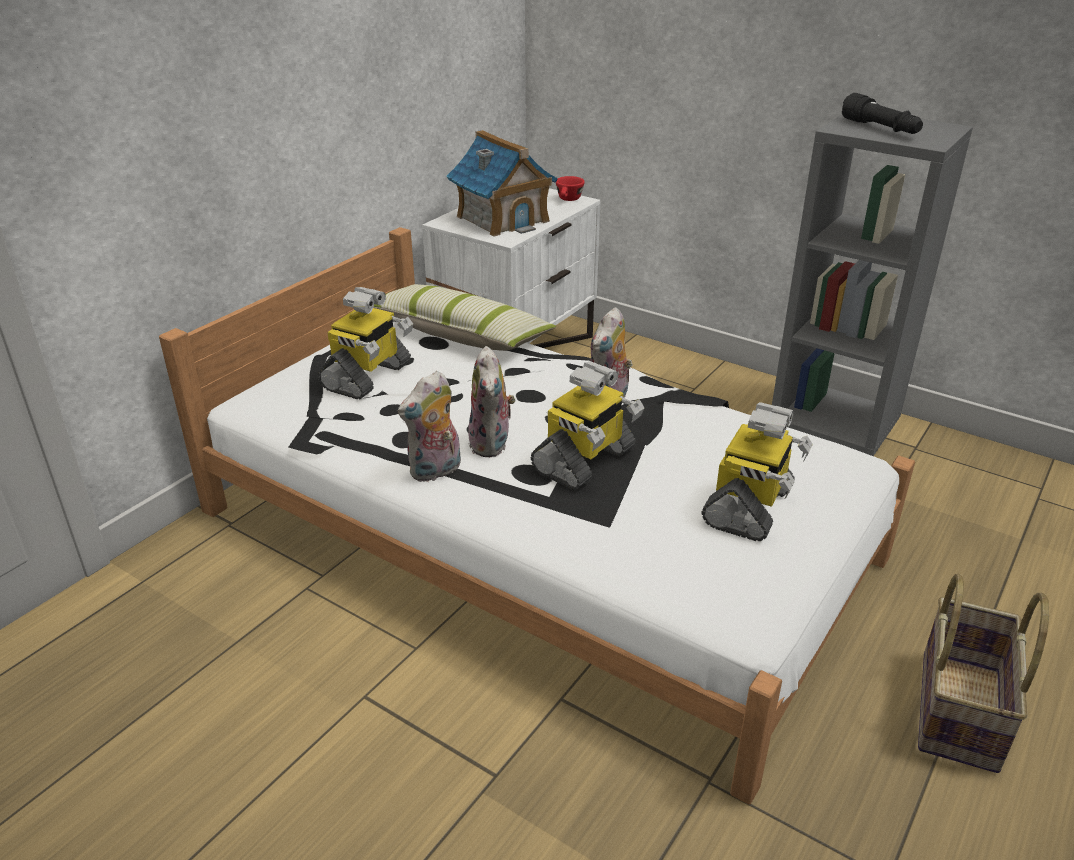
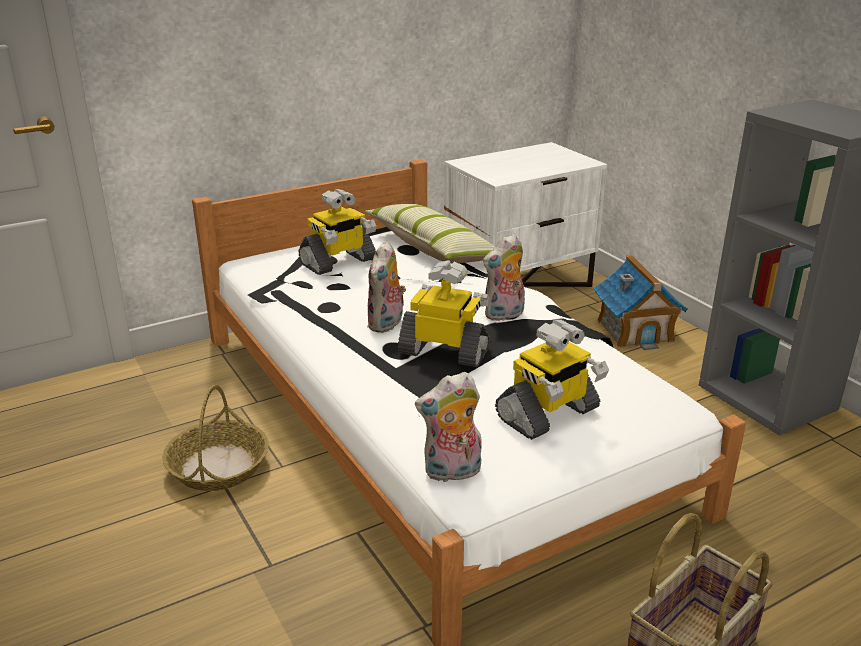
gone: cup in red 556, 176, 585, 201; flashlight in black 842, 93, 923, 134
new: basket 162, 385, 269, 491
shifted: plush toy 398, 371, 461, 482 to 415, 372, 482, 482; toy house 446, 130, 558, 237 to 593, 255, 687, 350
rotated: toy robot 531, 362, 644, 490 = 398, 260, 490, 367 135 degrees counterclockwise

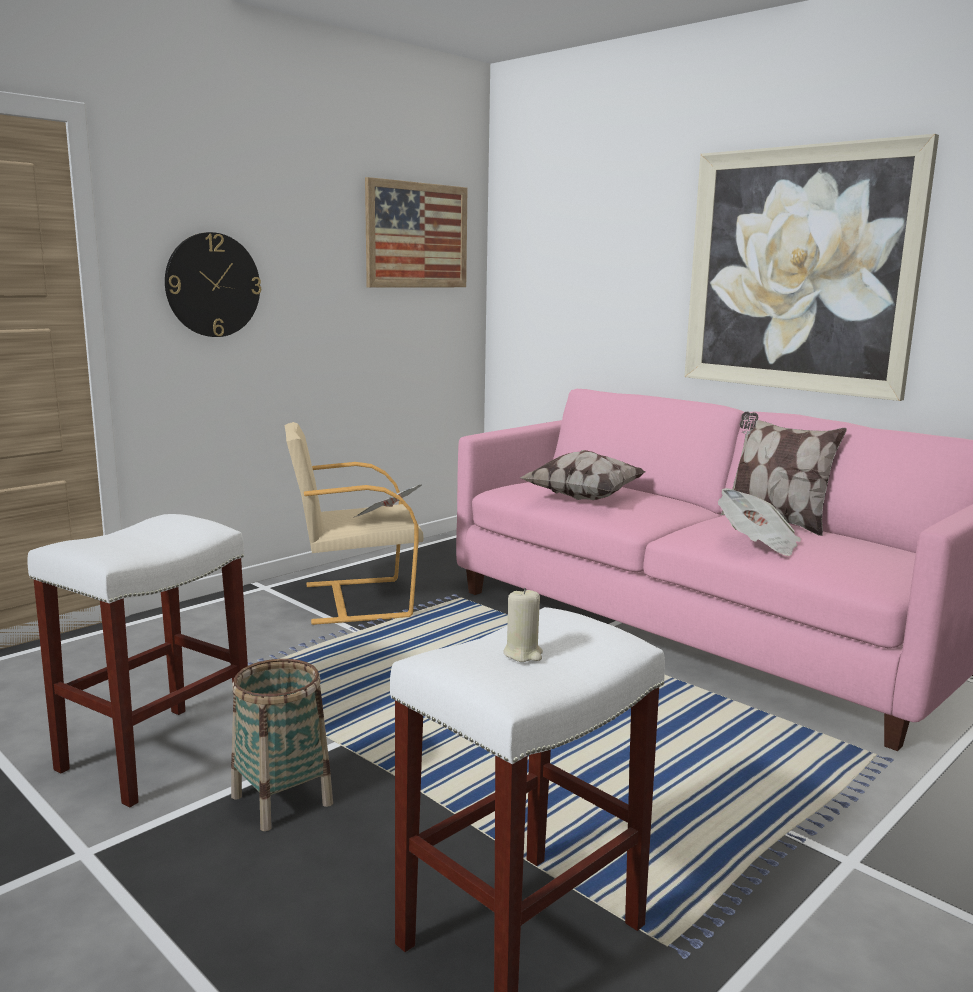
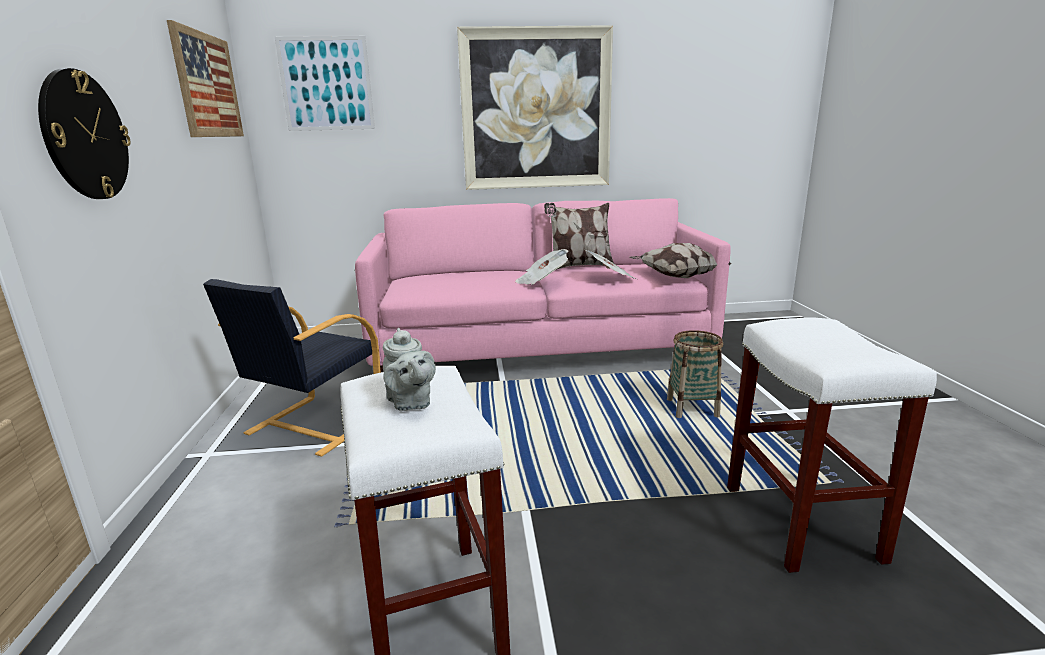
gone: candle in beige 503, 588, 543, 662
new: picture 275, 36, 375, 131; teapot in grey 383, 328, 436, 411
shifted: basket 231, 659, 333, 831 to 667, 330, 723, 418; newspaper 354, 485, 422, 517 to 515, 249, 569, 285; pillow 520, 450, 645, 500 to 629, 243, 731, 278
repainted: armchair in beige 285, 422, 424, 625 to armchair in black 203, 279, 381, 457

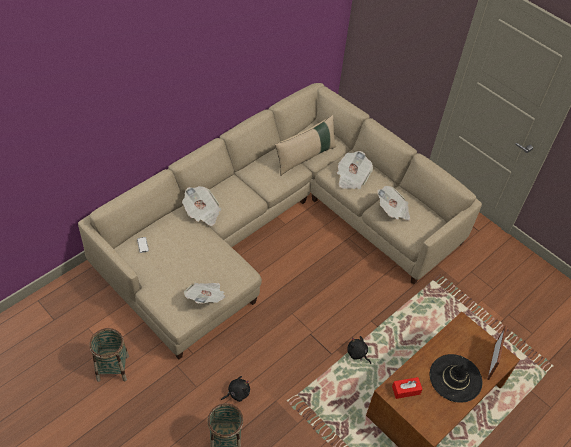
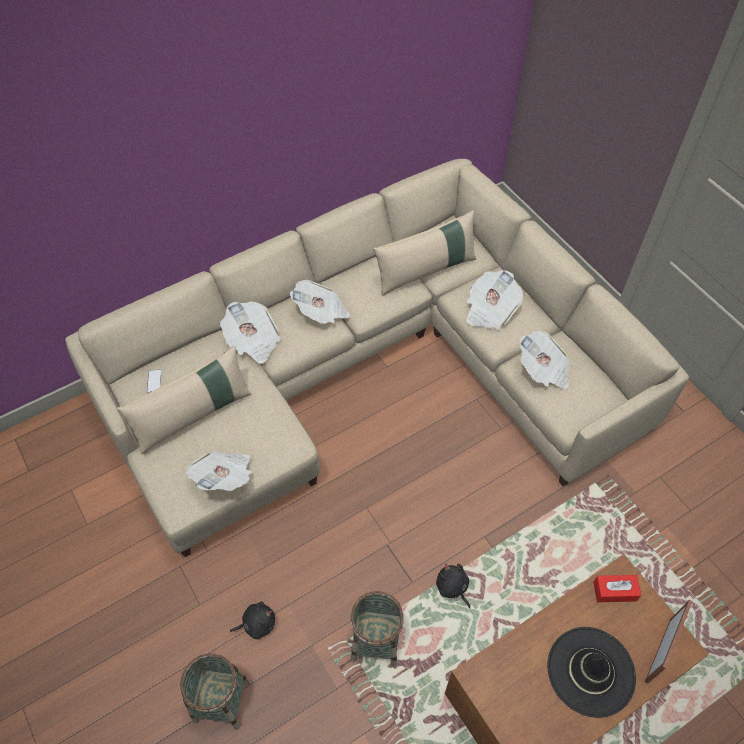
new: pillow in beige 117, 346, 251, 455; newspaper 290, 280, 350, 324
shifted: basket 89, 328, 129, 382 to 350, 591, 404, 667; tissue box in red 392, 377, 423, 399 to 593, 575, 641, 602

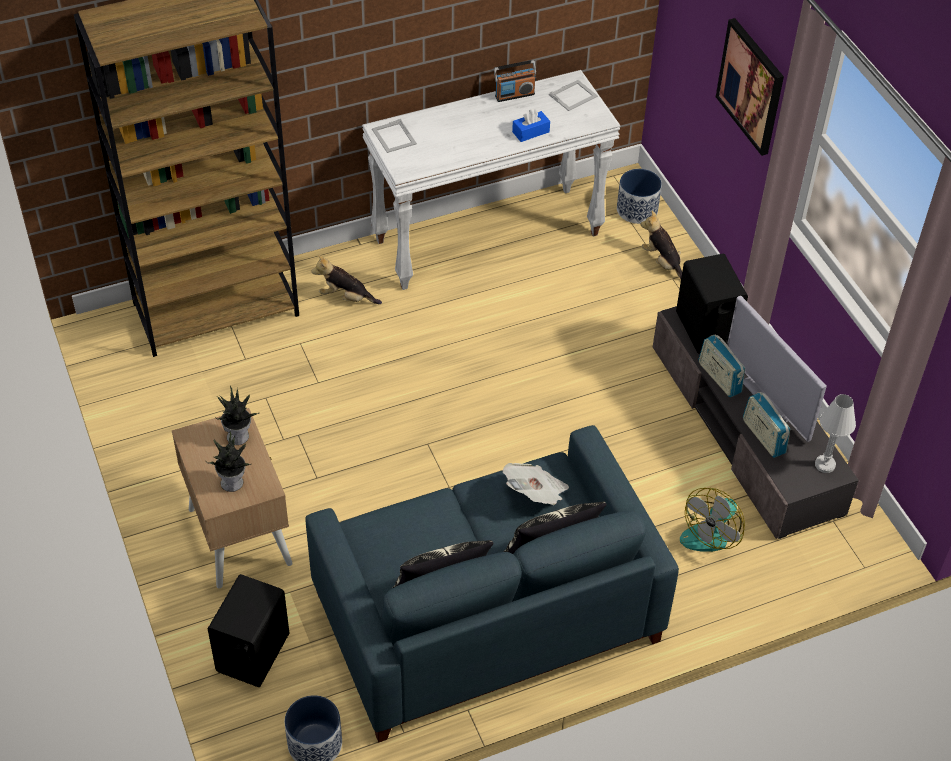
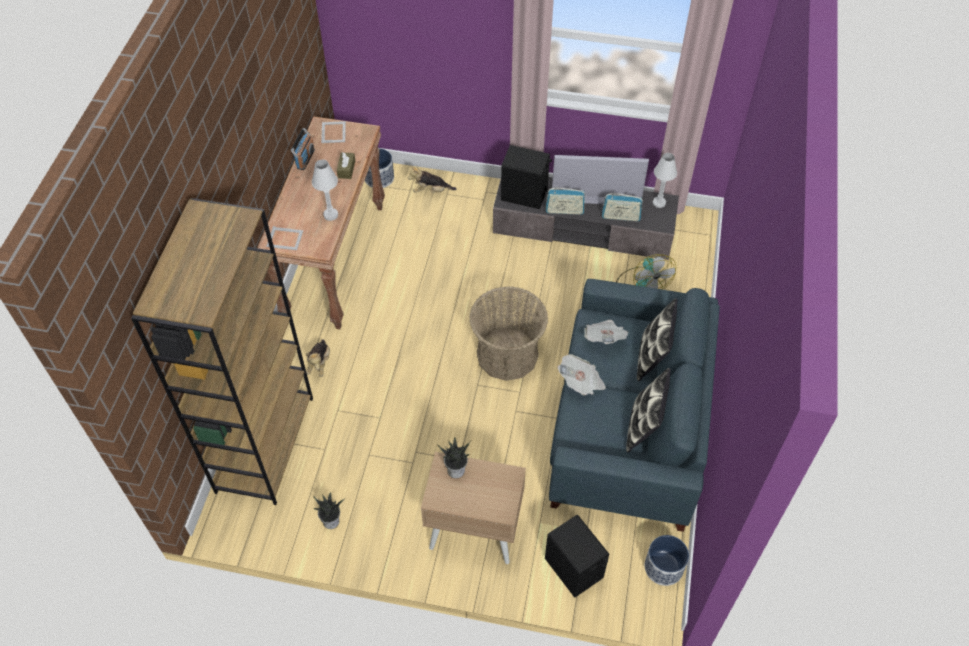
gone: picture 716, 18, 784, 156
new: table lamp in white 312, 160, 338, 221; basket 469, 286, 548, 381; newspaper 558, 354, 606, 395
shifted: potted plant 206, 431, 251, 492 to 313, 492, 345, 529
repainted: console table in white 362, 70, 620, 290 to console table in brown 257, 117, 385, 329; tissue box in blue 512, 109, 550, 142 to tissue box in brown 337, 152, 355, 179
rotated: plush toy 312, 255, 382, 304 = 306, 339, 330, 377 45 degrees counterclockwise

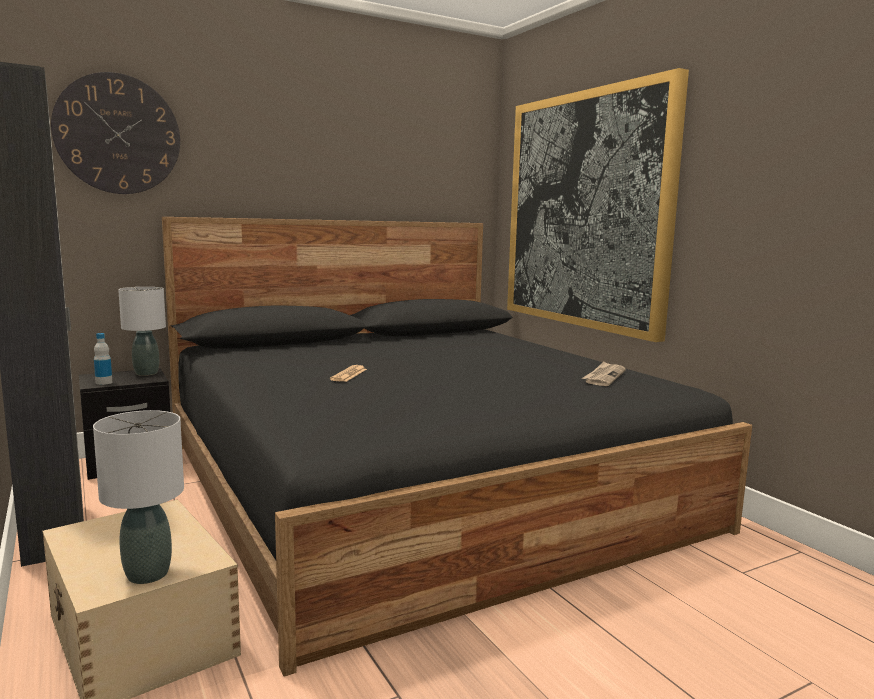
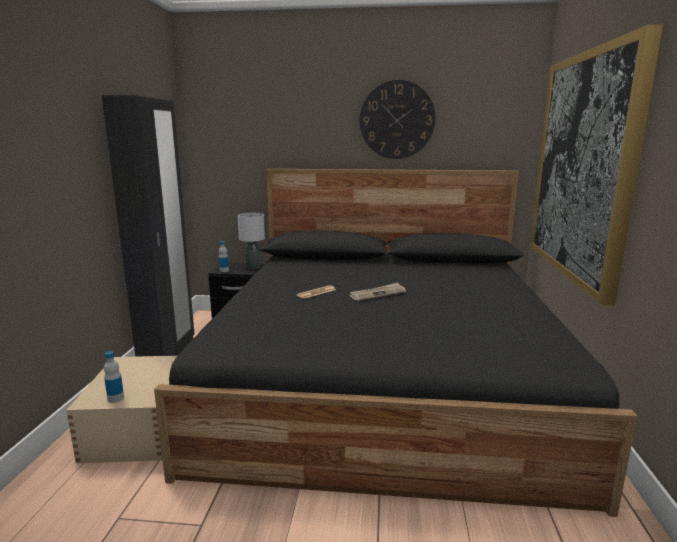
shifted: wall clock 51, 72, 180, 194 to 360, 80, 435, 159; newspaper 582, 362, 626, 386 to 349, 282, 406, 301
swapped: table lamp in grey 93, 410, 184, 584 to bottle 104, 351, 124, 403

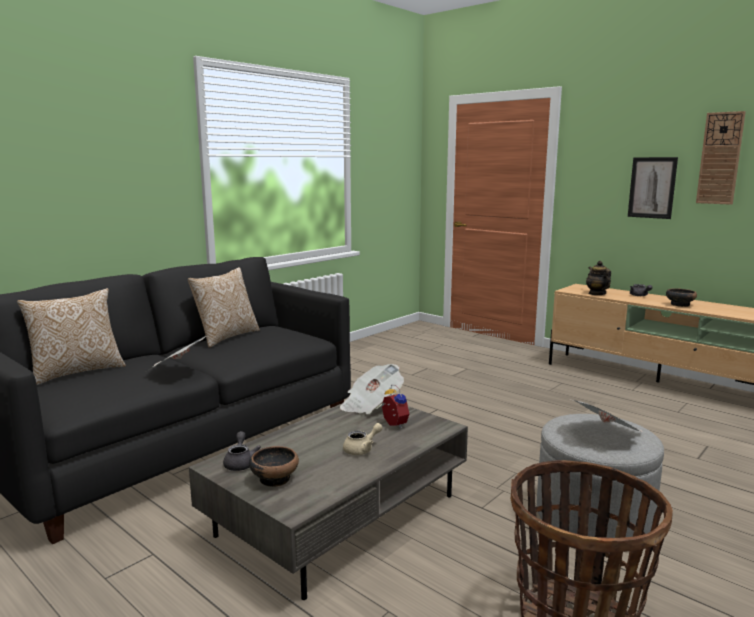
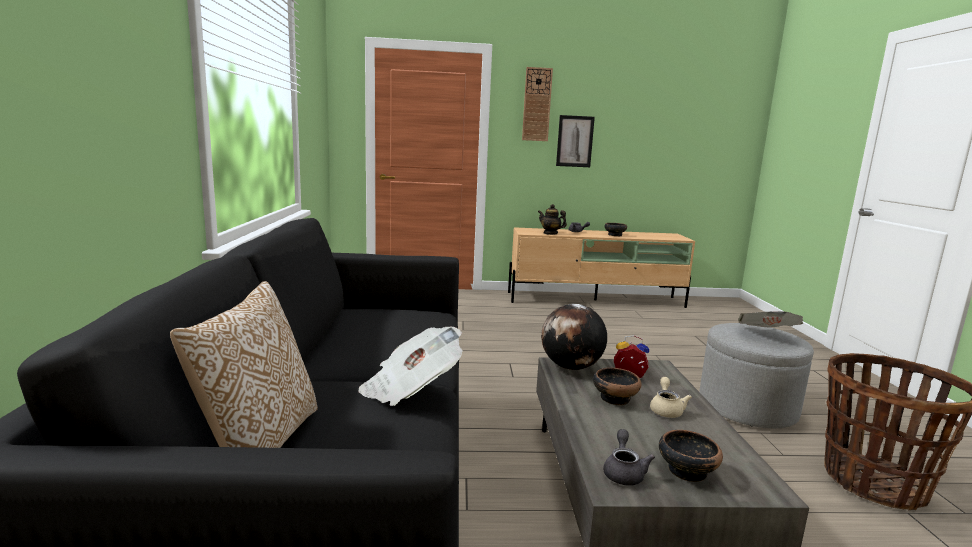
gone: pillow 188, 267, 260, 348
new: bowl 593, 367, 641, 406
shifted: wall clock 696, 111, 746, 205 to 522, 67, 553, 141
swapped: newspaper 340, 364, 404, 414 to globe 541, 304, 607, 370
rotated: teapot in grey 223, 431, 261, 471 = 603, 429, 655, 486 60 degrees clockwise

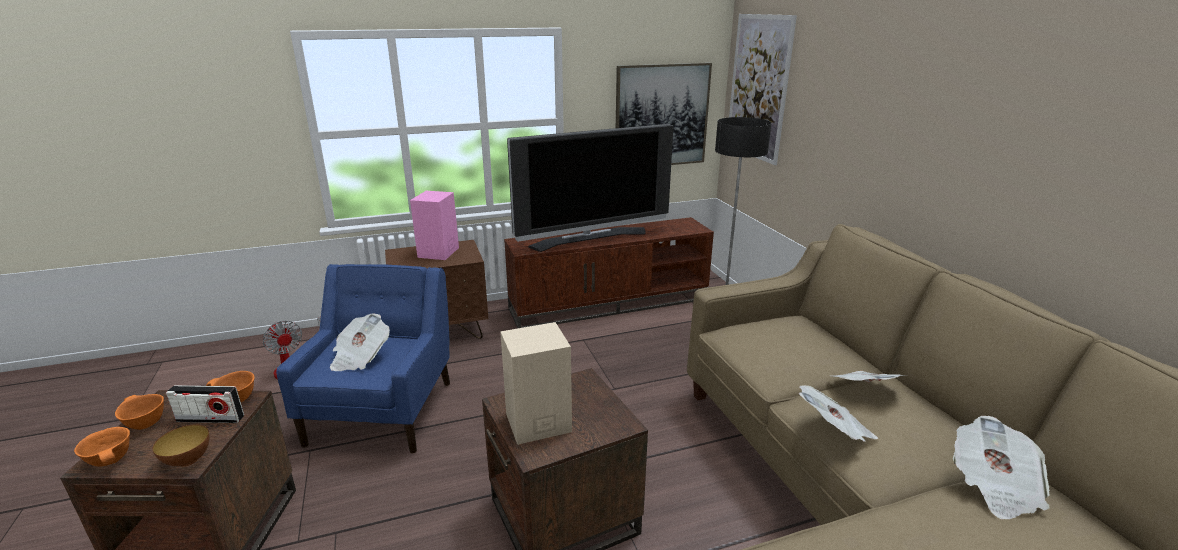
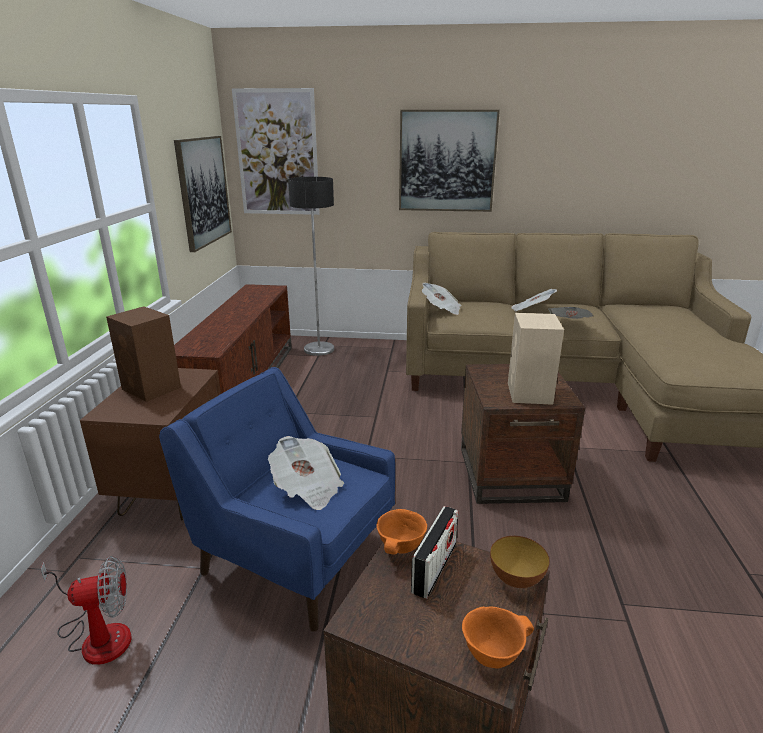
gone: bowl in orange 115, 394, 164, 430; television 507, 124, 673, 252
new: picture 399, 110, 500, 212
shifted: newspaper 953, 416, 1050, 519 to 422, 283, 461, 315
repainted: speaker in pink 410, 191, 459, 260 to speaker in brown 106, 306, 181, 402

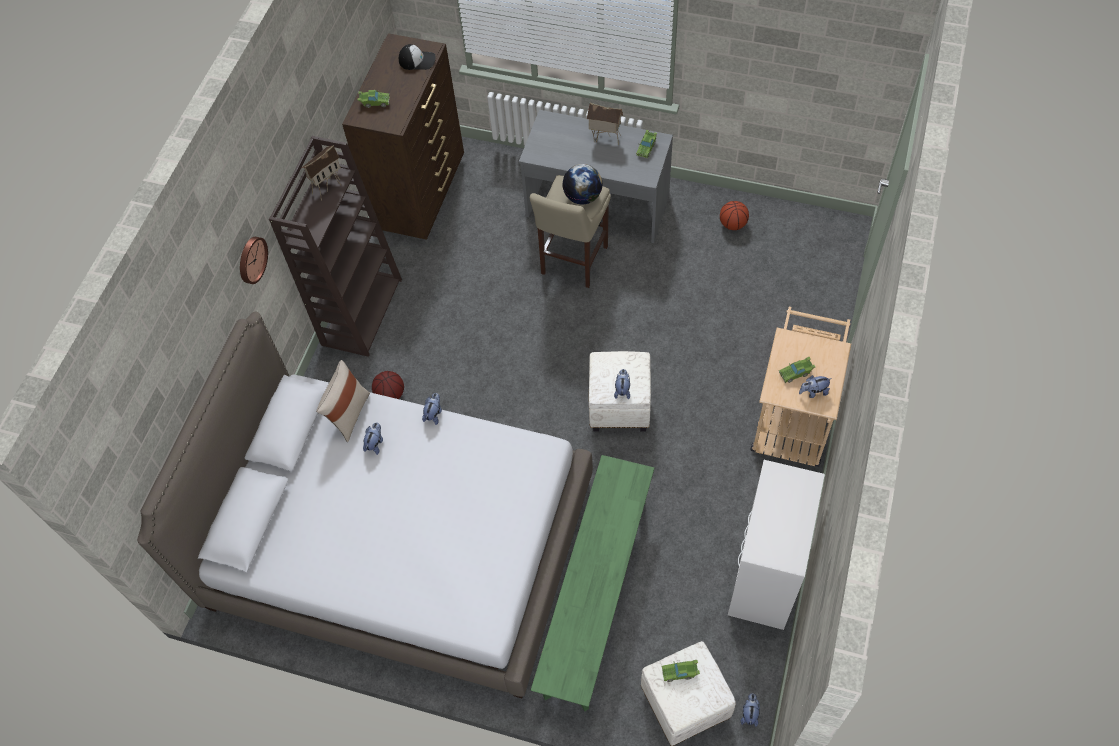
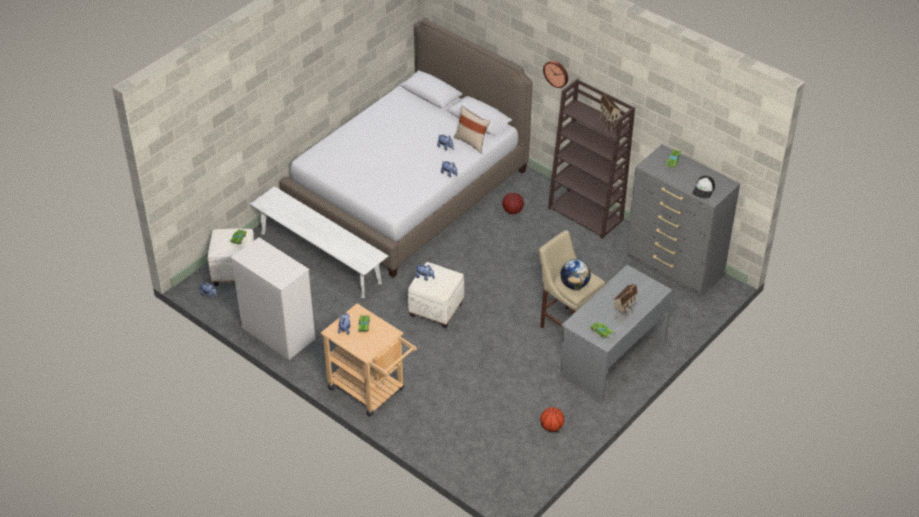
repainted: dresser in brown 342, 33, 464, 240 to dresser in grey 626, 144, 740, 296; bench in green 531, 455, 654, 711 to bench in white 250, 186, 388, 298

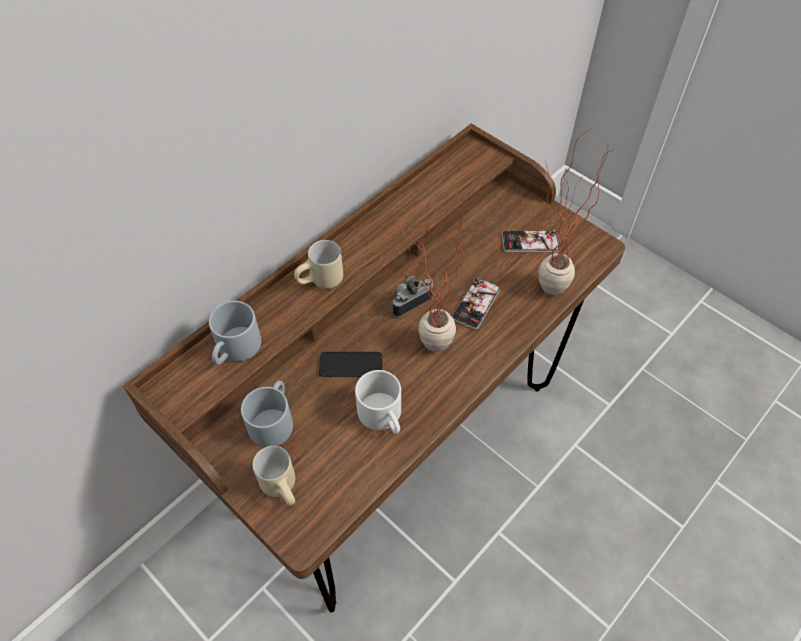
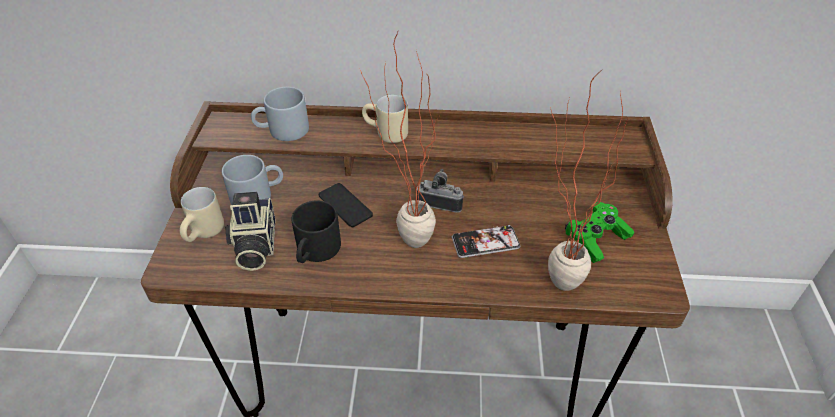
new: photo camera 225, 192, 275, 271
swapped: phone 502, 229, 560, 252 to game controller in green 565, 202, 634, 263
repainted: mug in white 355, 370, 401, 434 to mug in black 292, 200, 341, 263

